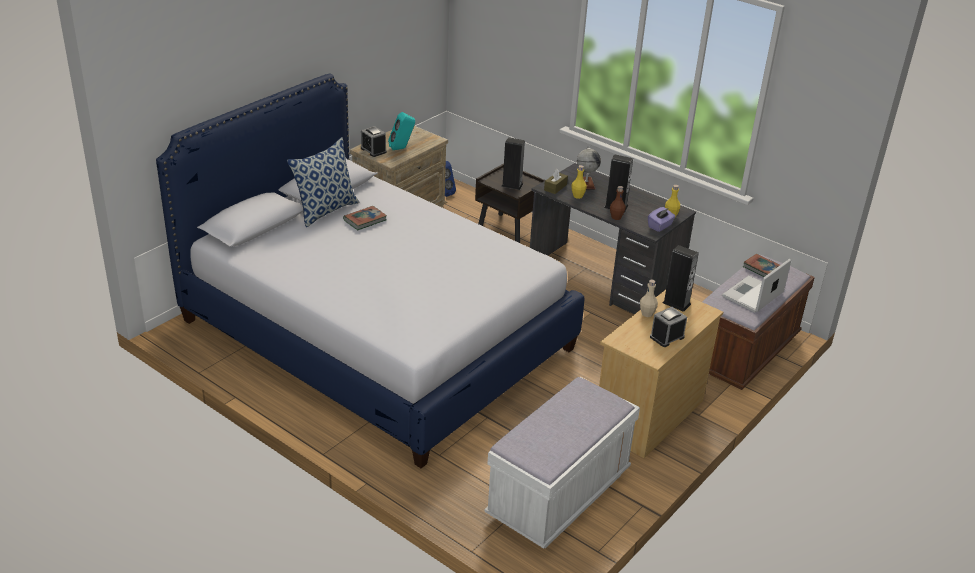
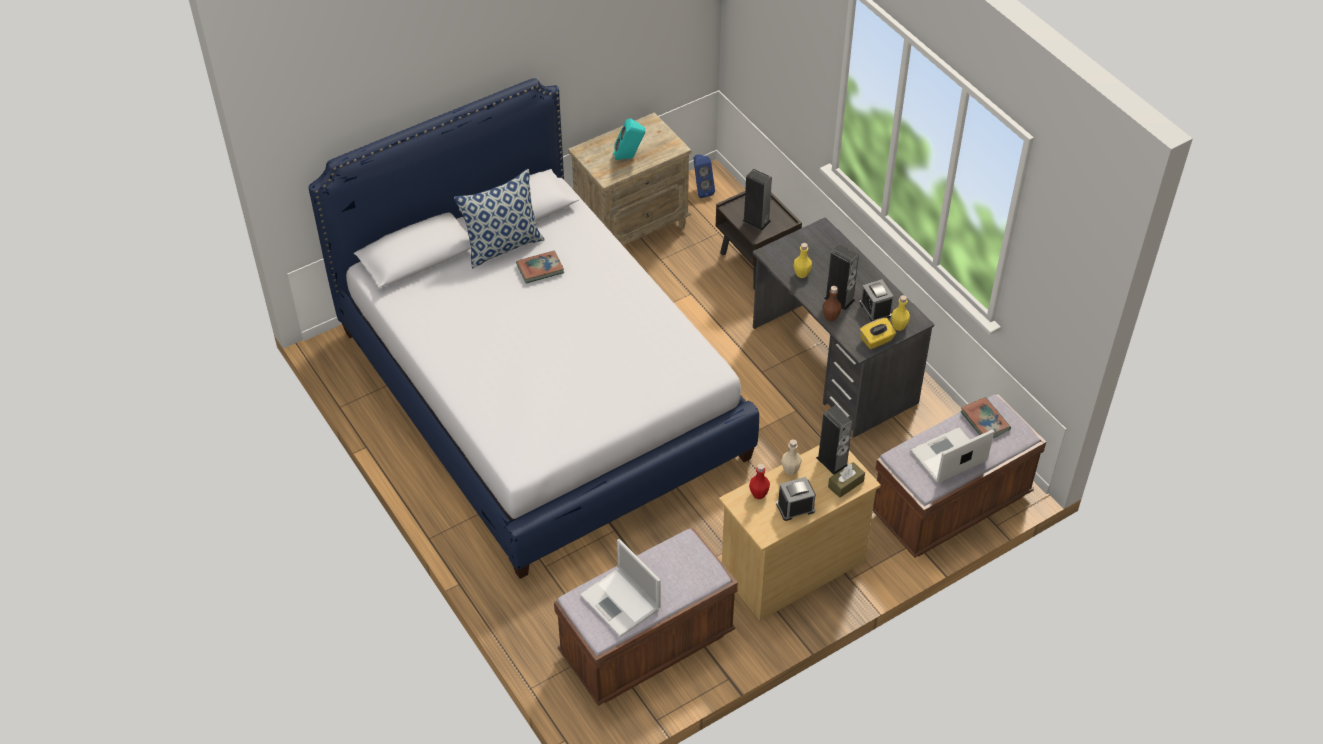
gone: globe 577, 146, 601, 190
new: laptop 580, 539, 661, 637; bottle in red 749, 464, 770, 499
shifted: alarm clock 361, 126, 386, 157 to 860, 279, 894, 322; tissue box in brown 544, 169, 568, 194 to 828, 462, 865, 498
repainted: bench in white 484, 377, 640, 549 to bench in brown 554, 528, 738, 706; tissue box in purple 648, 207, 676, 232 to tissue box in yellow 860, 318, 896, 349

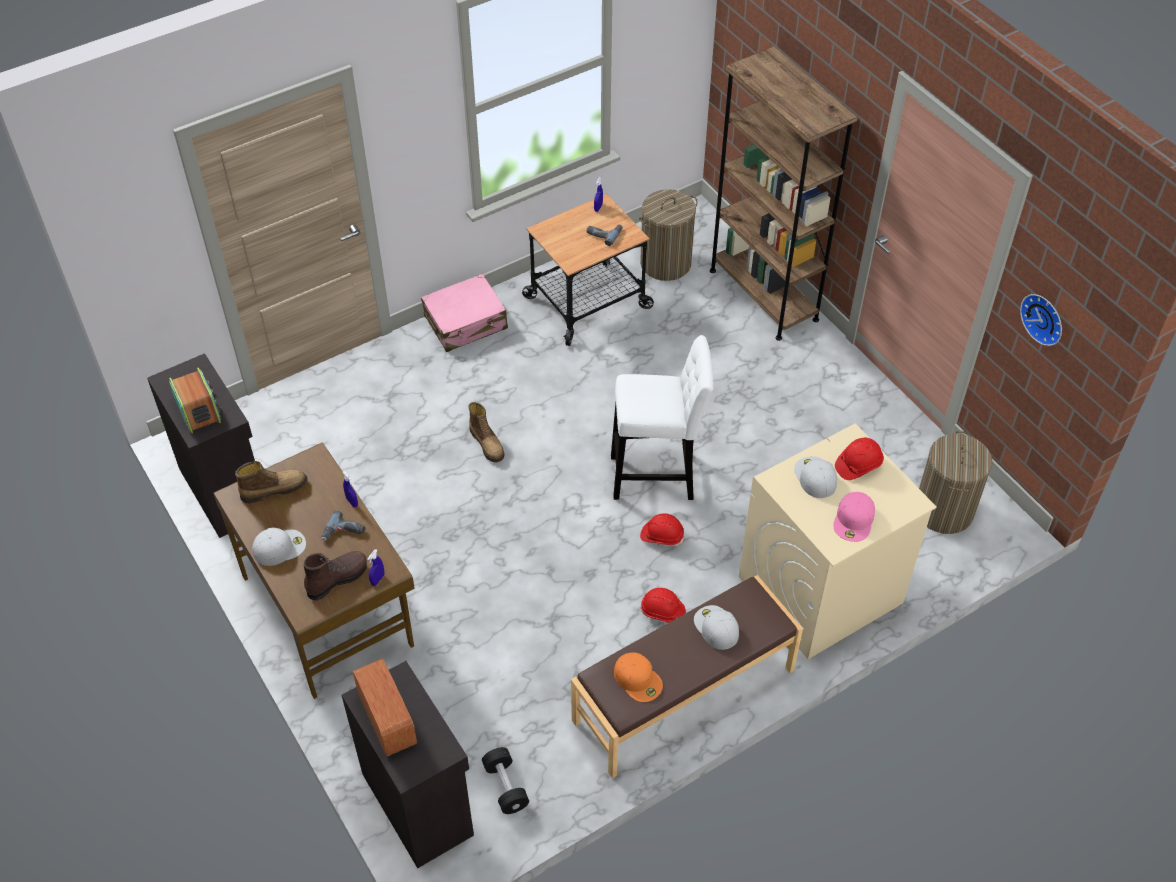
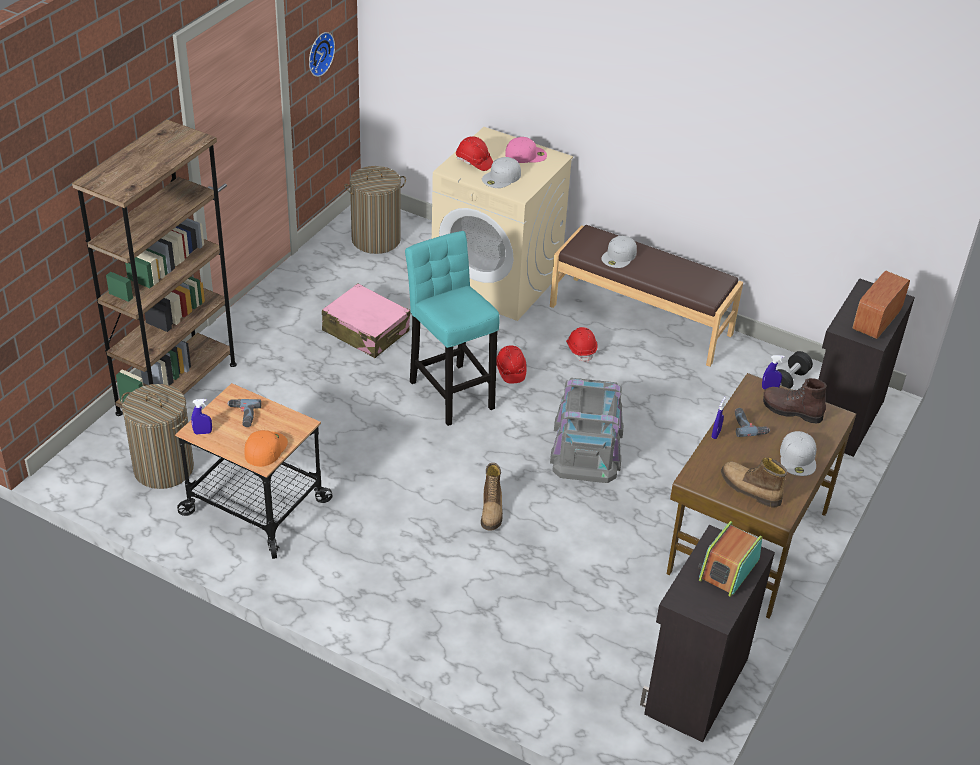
new: storage box in grey 550, 378, 623, 483
shifted: suitcase in pink 421, 274, 508, 352 to 322, 283, 410, 358; cap in orange 614, 652, 663, 702 to 244, 430, 288, 467
repainted: stool in white 611, 335, 713, 500 to stool in turquoise 405, 231, 500, 426
rotated: cap in white 252, 527, 306, 566 = 780, 431, 816, 476 120 degrees counterclockwise; boot 468, 402, 505, 462 = 481, 463, 503, 531 150 degrees clockwise

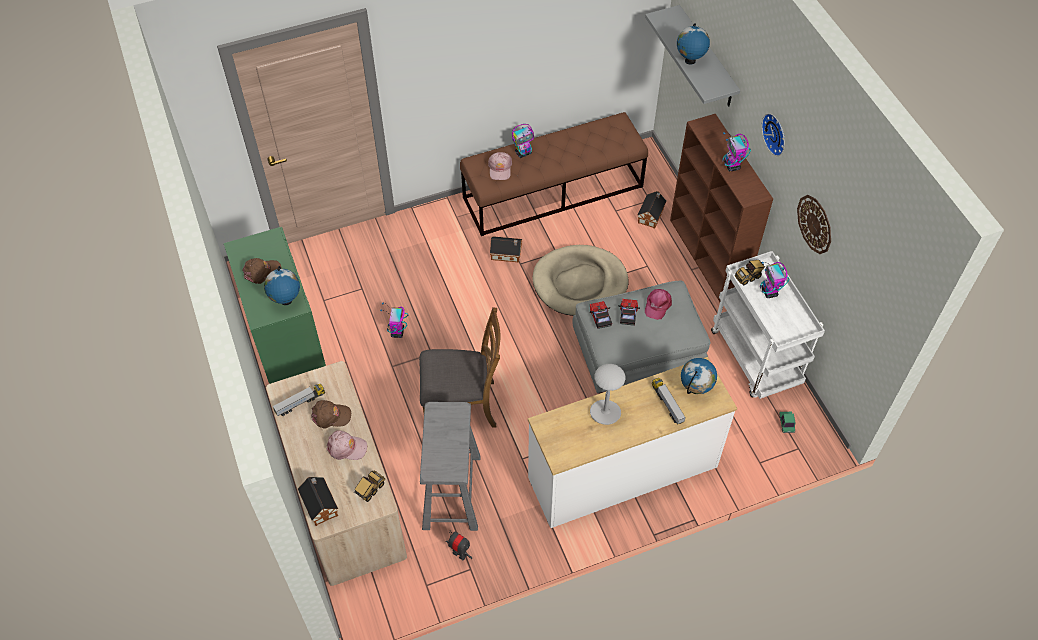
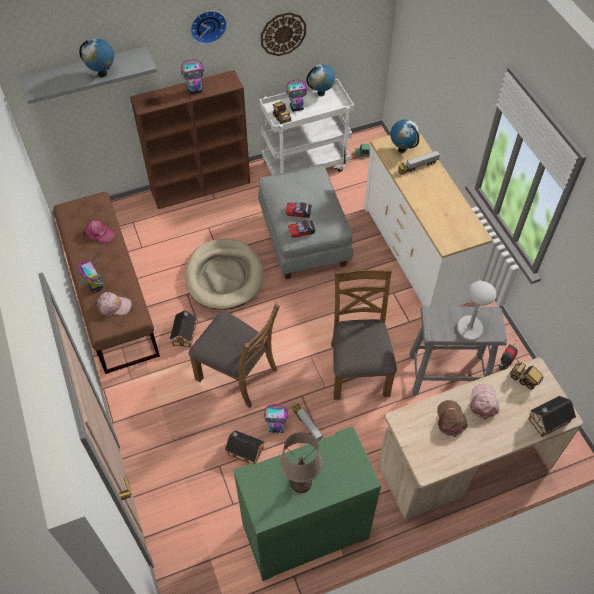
new: chair in brown 188, 303, 280, 408
shifted: globe 264, 266, 300, 305 to 307, 64, 335, 96; toy truck 273, 384, 325, 416 to 292, 402, 323, 441; table lamp in grey 590, 364, 625, 425 to 457, 281, 497, 340; toy house 638, 191, 666, 229 to 225, 430, 264, 465; cap in pink 645, 289, 672, 320 to 83, 220, 115, 243
swapped: cap in brown 242, 258, 282, 284 to table lamp in brown 280, 432, 323, 493

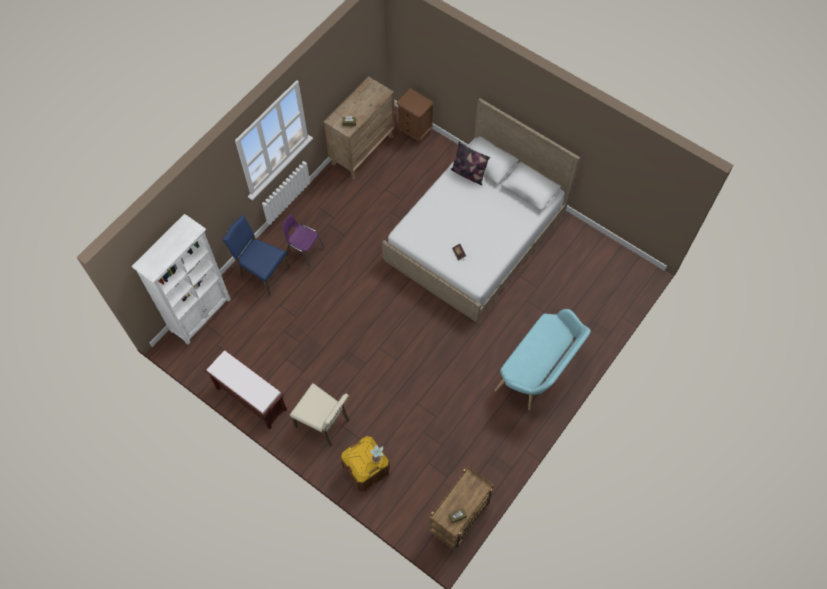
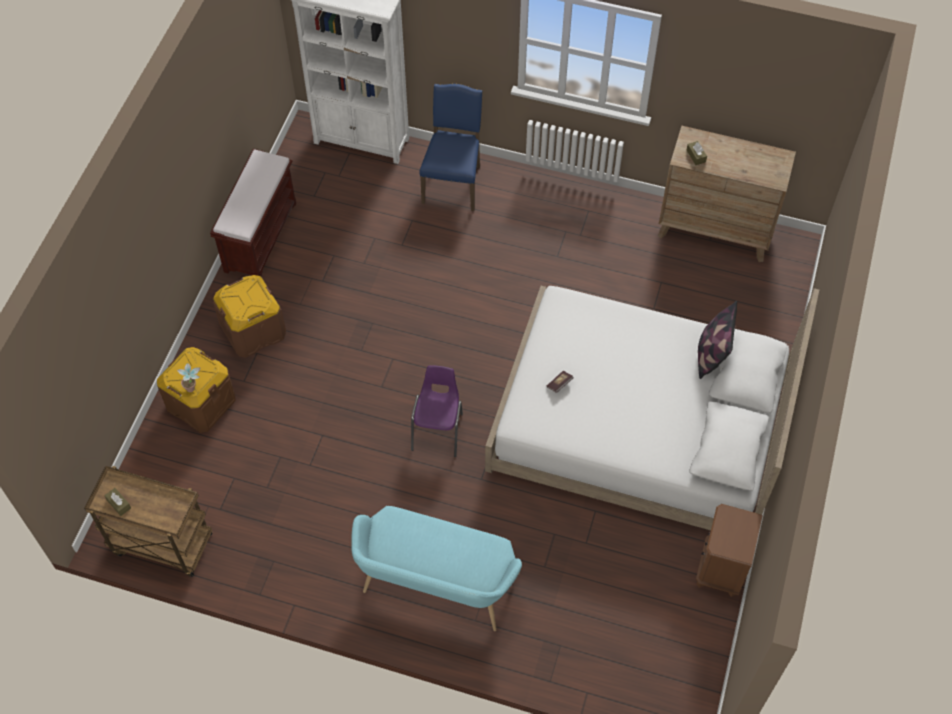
shifted: chair in purple 282, 214, 325, 268 to 411, 365, 463, 457; nightstand in brown 397, 88, 434, 144 to 696, 504, 763, 597
swapped: chair in beige 290, 383, 349, 447 to storage box in brown 213, 275, 286, 358

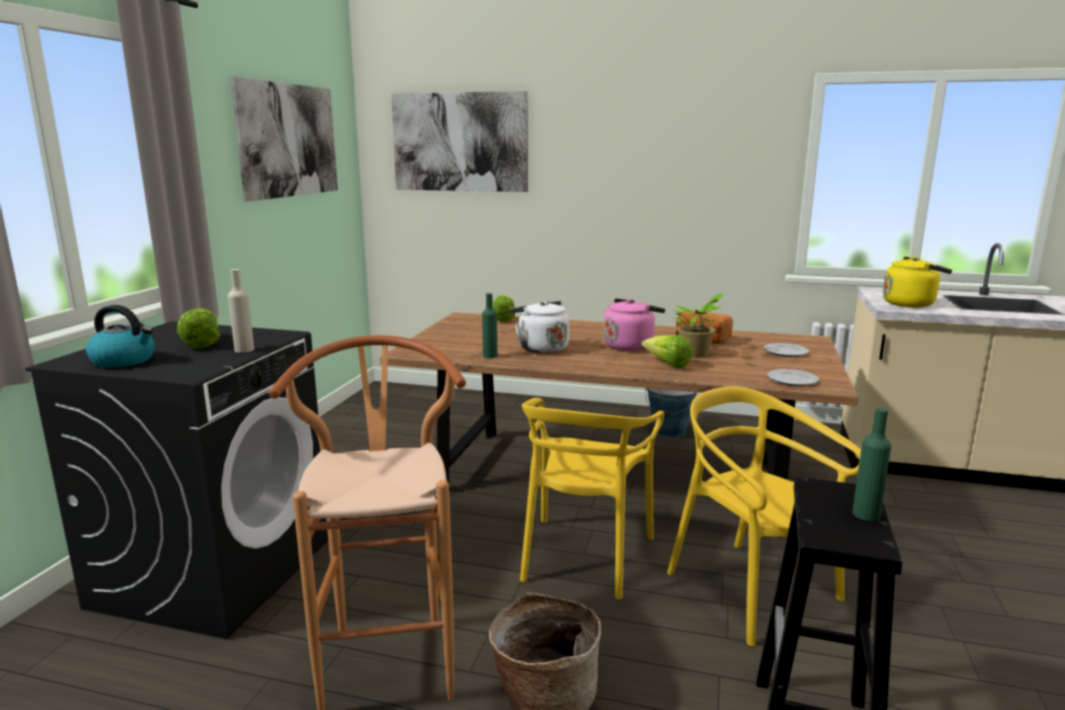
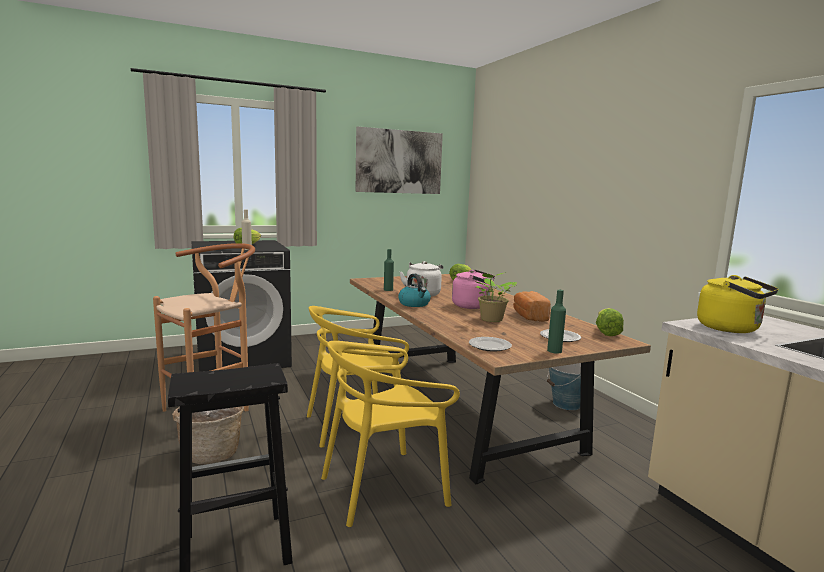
gone: picture 391, 91, 528, 192
shifted: kettle 86, 305, 155, 368 to 398, 274, 431, 307; lettuce 642, 335, 692, 368 to 596, 308, 624, 336; bottle in green 852, 408, 891, 521 to 547, 290, 566, 354
rotated: chair in yellow 667, 387, 861, 647 = 321, 341, 460, 527 135 degrees counterclockwise

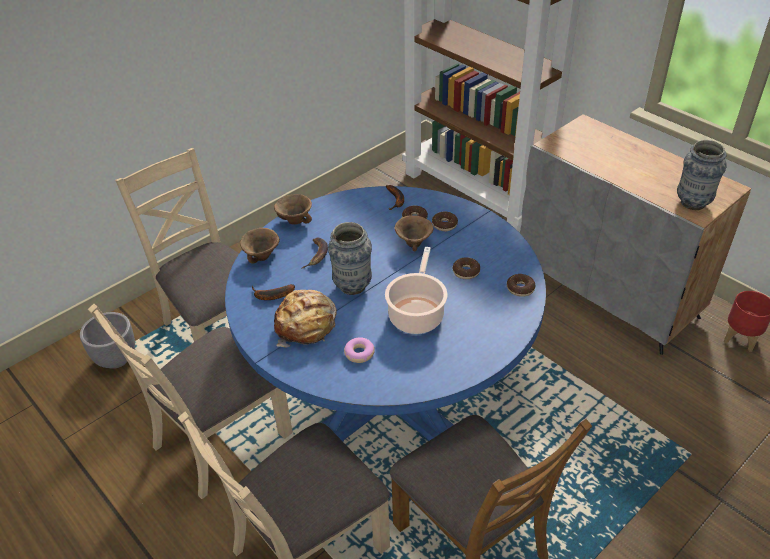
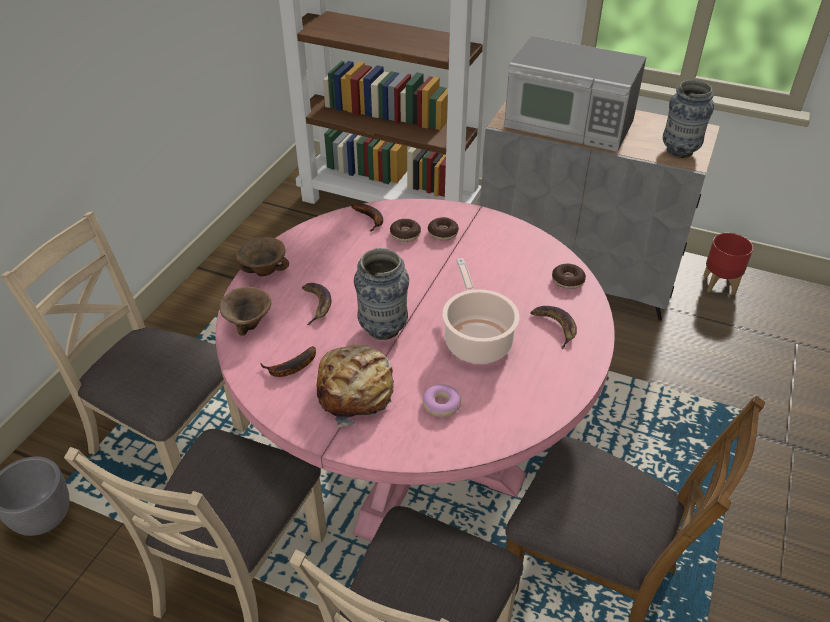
gone: bowl in brown 395, 215, 433, 251; donut 453, 257, 480, 279
new: microwave 504, 36, 647, 152; banana 530, 306, 577, 349
repainted: dining table in blue 225, 186, 546, 441 to dining table in pink 216, 199, 615, 542

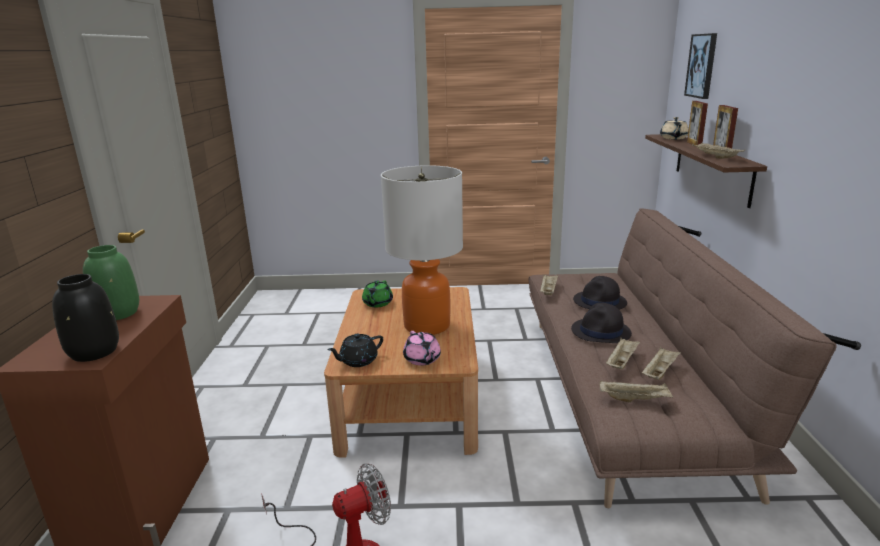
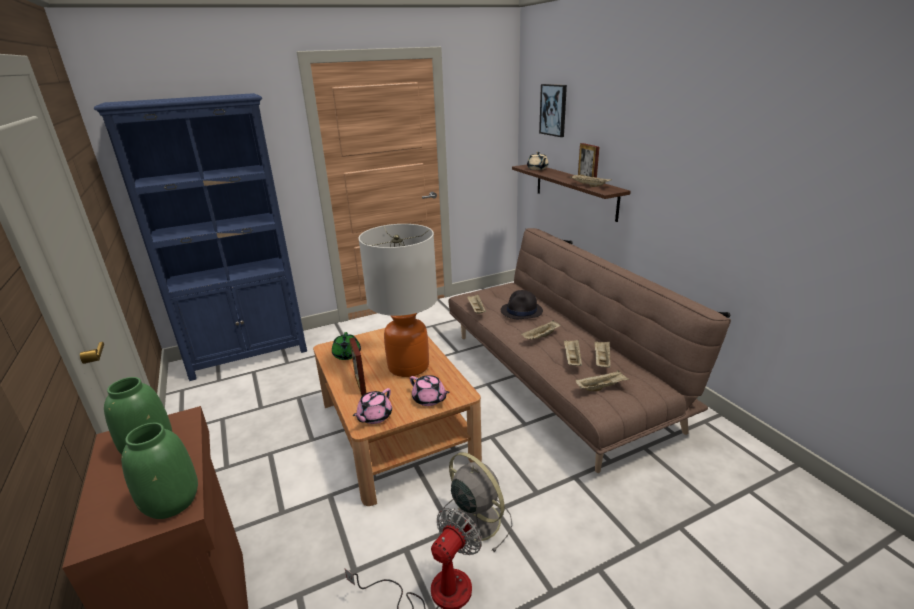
new: bookcase in blue 94, 93, 307, 381; fan in grey 438, 452, 512, 552
shifted: picture frame 687, 101, 708, 145 to 349, 338, 366, 396
swapped: hat in black 571, 303, 632, 343 to tray in beige 521, 320, 560, 340
repainted: vase in black 52, 274, 119, 362 to vase in green 121, 423, 198, 519; teapot in black 327, 334, 383, 367 to teapot in pink 353, 388, 392, 424

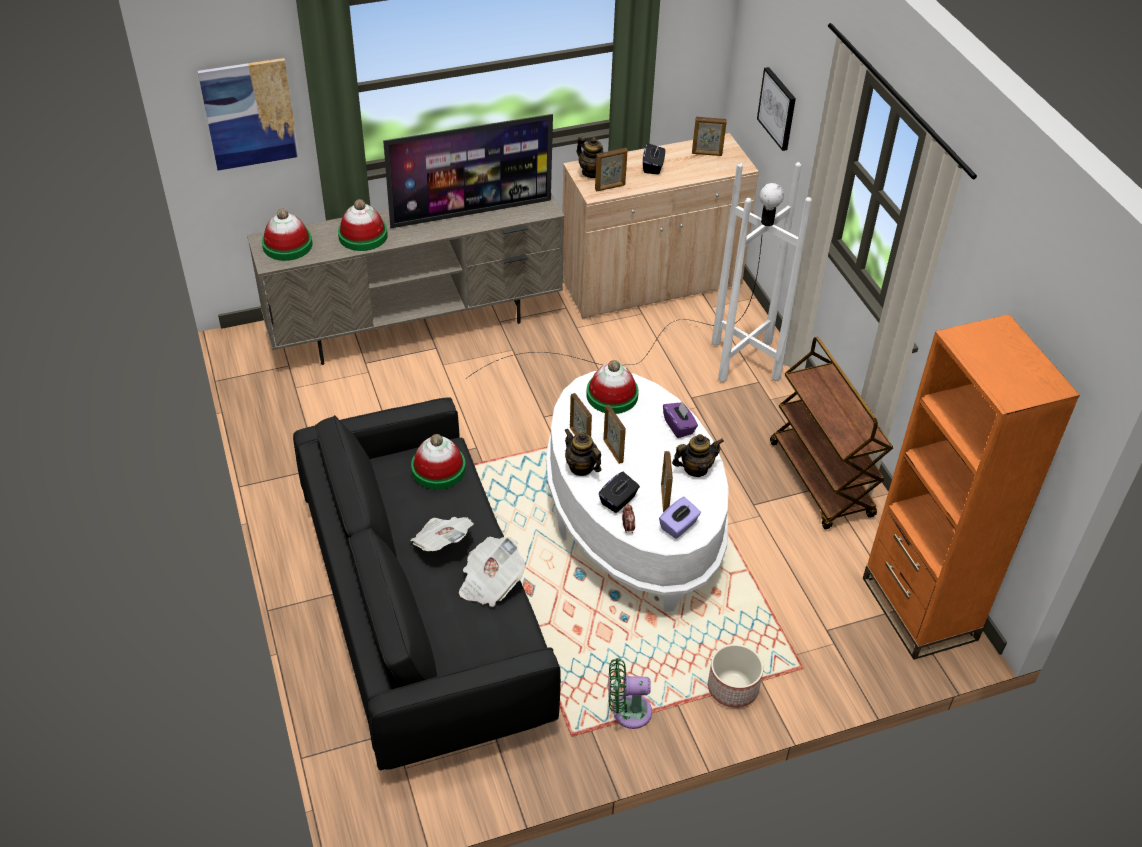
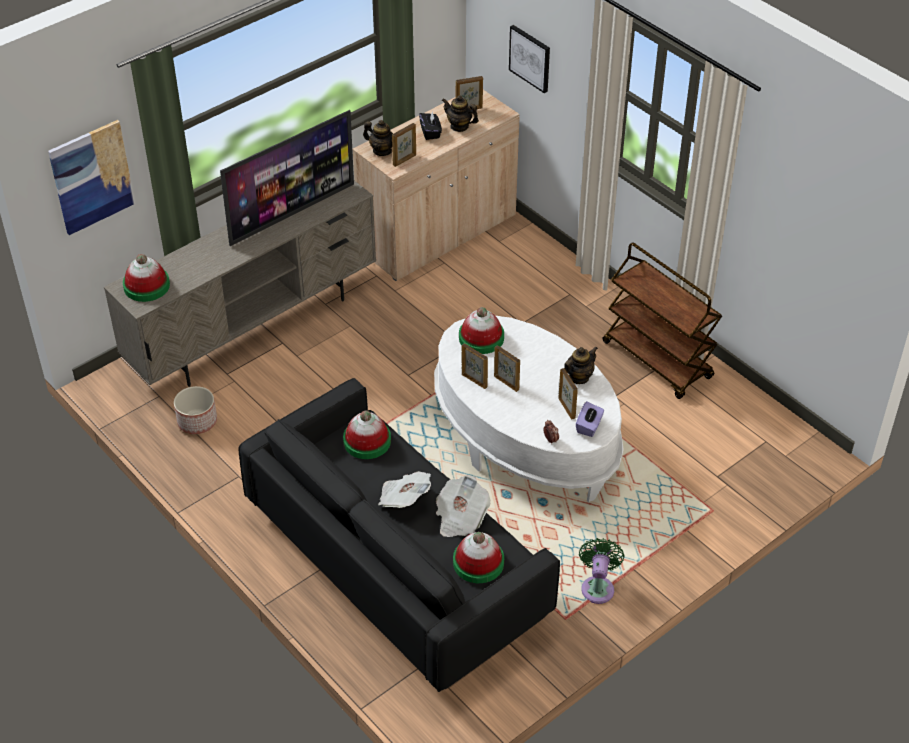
gone: floor lamp in white 466, 162, 812, 382; tissue box in black 599, 472, 640, 513; tissue box in purple 663, 402, 698, 438; bookcase in orange 863, 314, 1080, 660
shifted: hat 338, 199, 388, 251 to 453, 532, 504, 583; teapot 564, 428, 601, 476 to 442, 95, 479, 132; planter 708, 644, 763, 708 to 174, 386, 217, 434
rotated: fan in green 608, 658, 652, 729 = 579, 538, 625, 604 120 degrees clockwise

